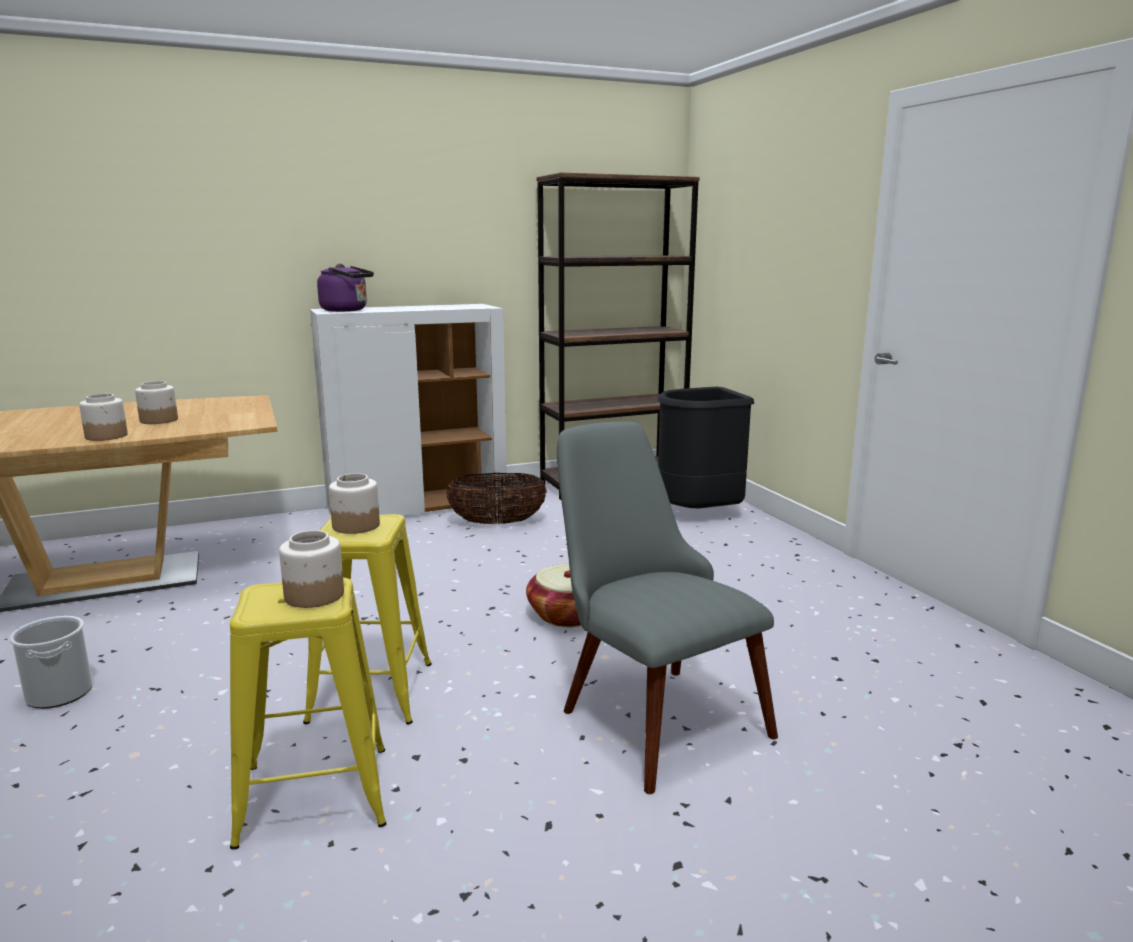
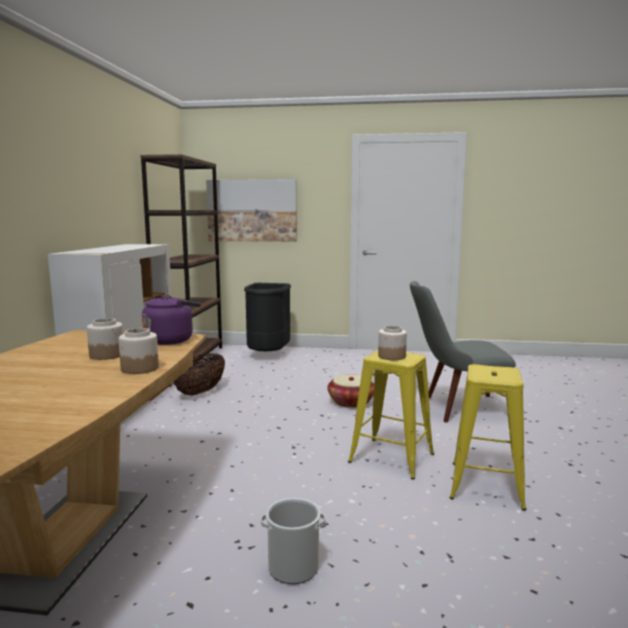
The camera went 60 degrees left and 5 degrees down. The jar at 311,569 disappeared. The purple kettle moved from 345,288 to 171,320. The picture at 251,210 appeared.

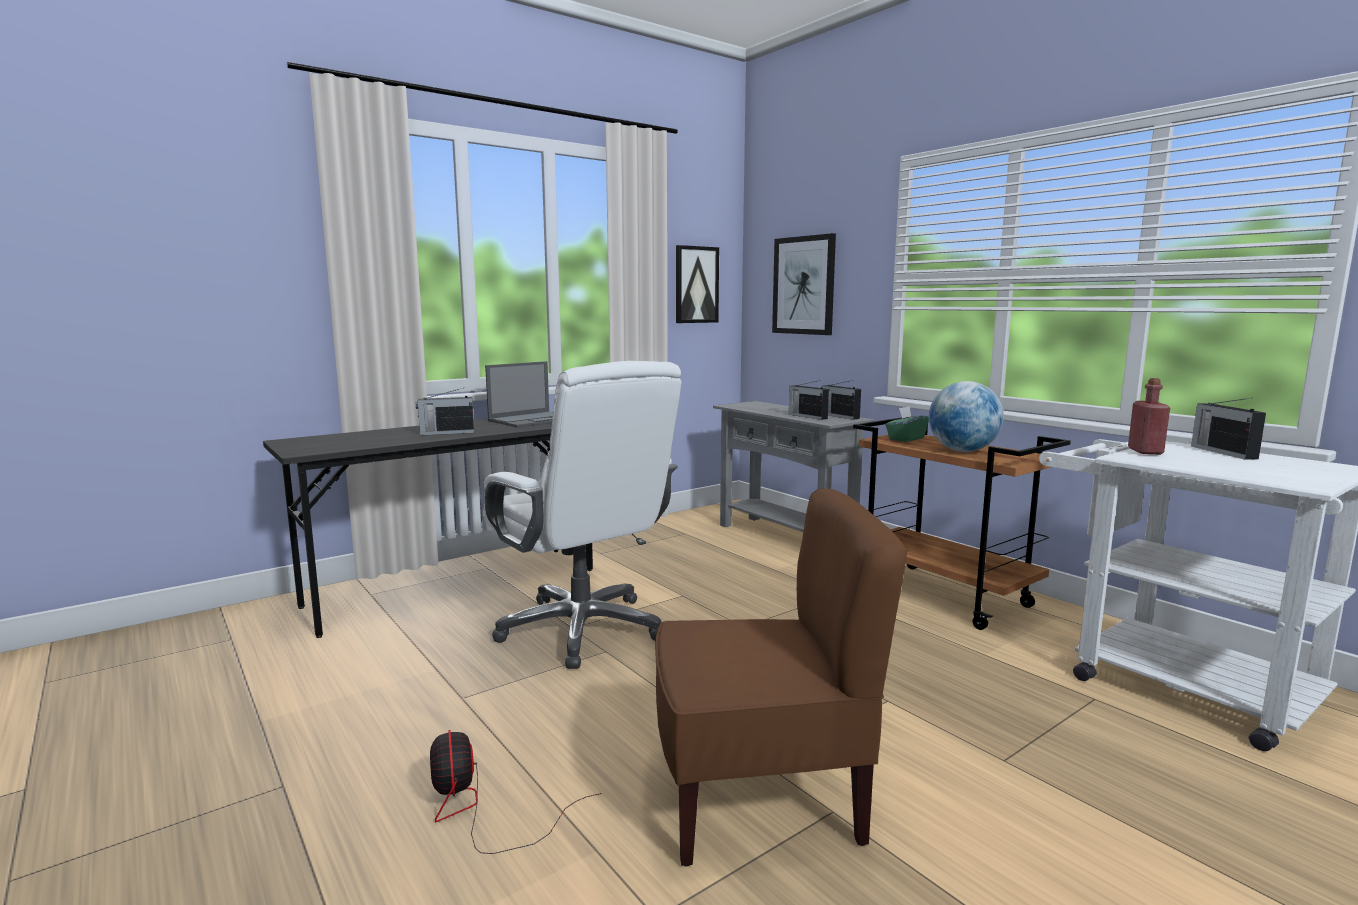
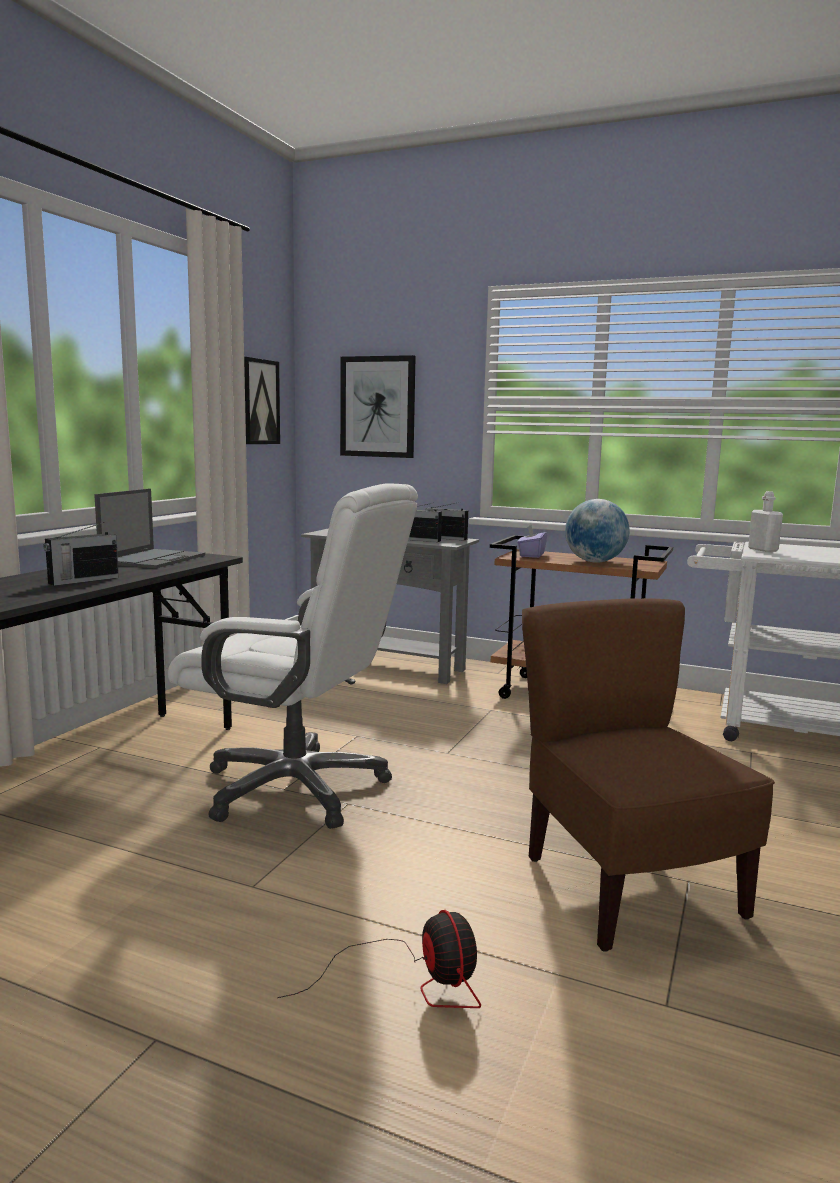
The camera went 30 degrees left and 0 degrees up. The fan at 516,792 turned 150 degrees counterclockwise. The brown chair at 781,677 turned 75 degrees counterclockwise. The green tissue box at 907,424 became the purple tissue box at 532,541. The red bottle at 1149,416 became the white bottle at 765,521. The radio at 1228,429 disappeared.

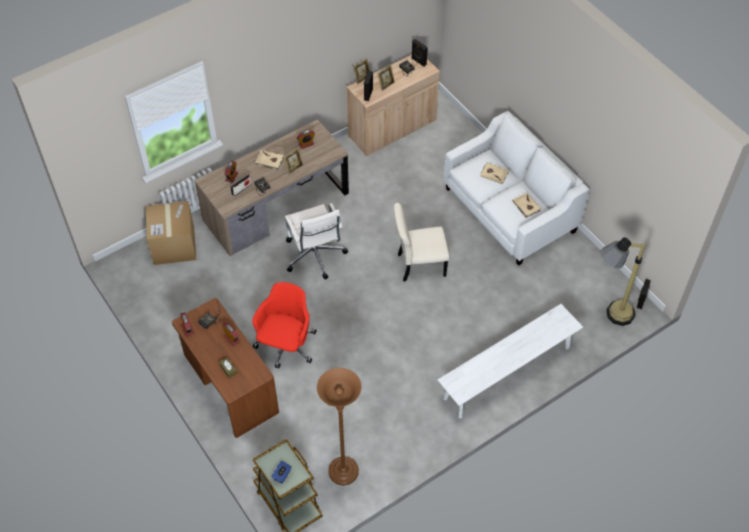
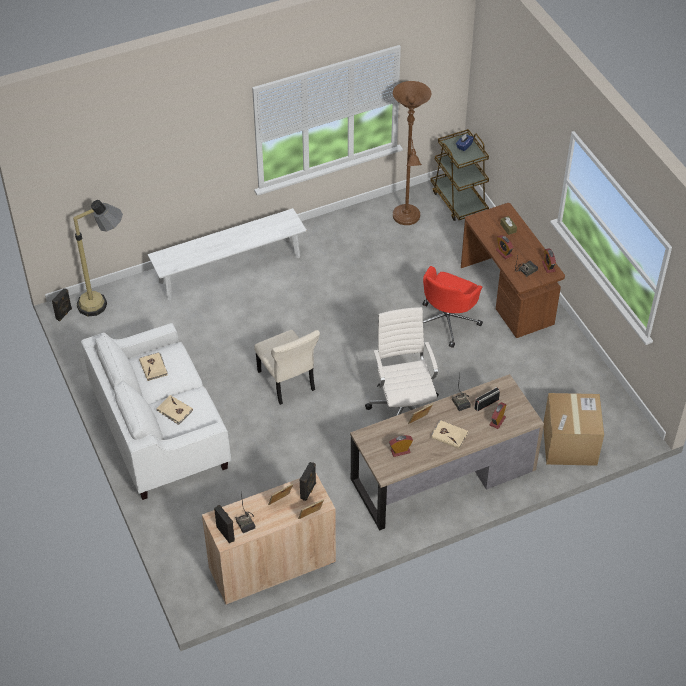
The camera went 170 degrees left and 5 degrees down. The beige chair at 421,242 turned 60 degrees clockwise.

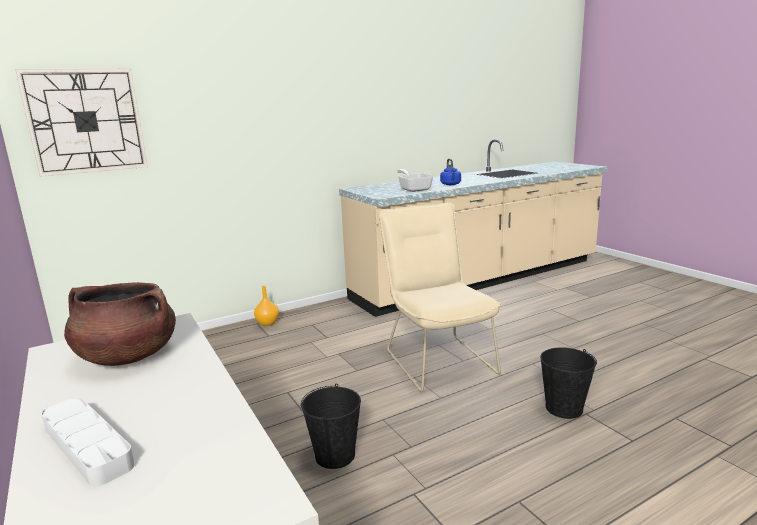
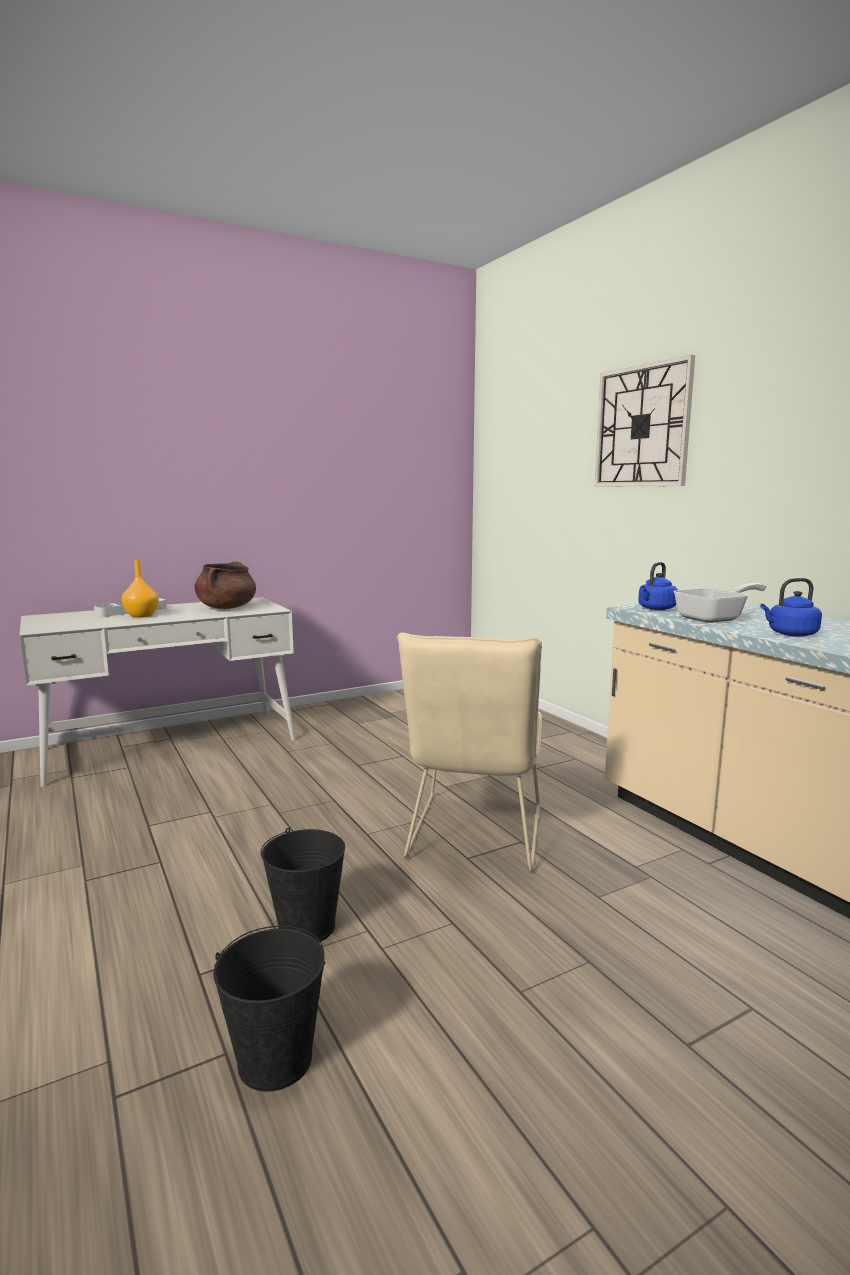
The camera went 90 degrees right and 5 degrees down. The wall clock moved from 81,123 to 645,421. The orange vase moved from 266,306 to 140,589. The black bucket moved from 331,426 to 269,1009. The beige chair at 440,297 turned 120 degrees clockwise. The blue kettle at 658,586 appeared.

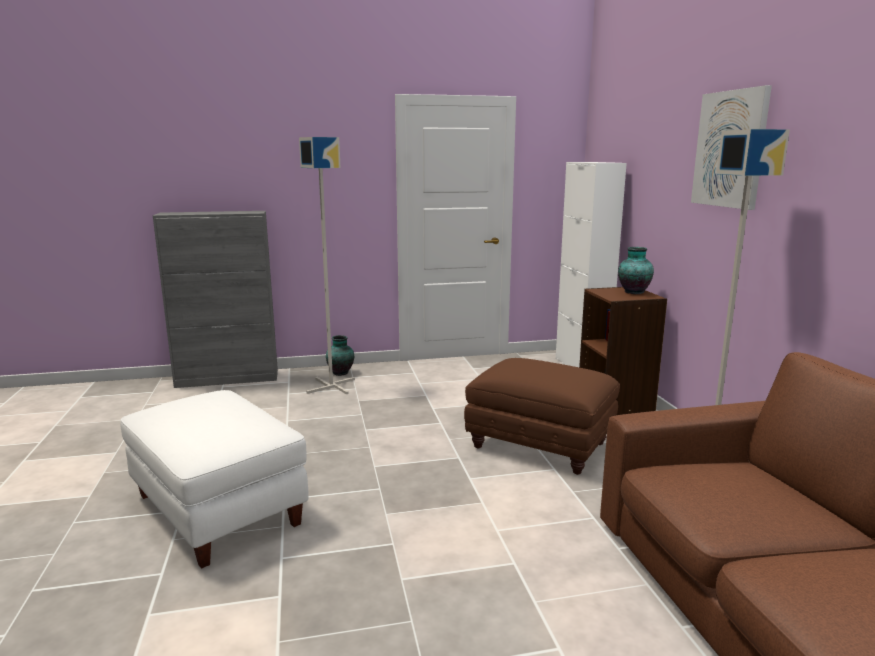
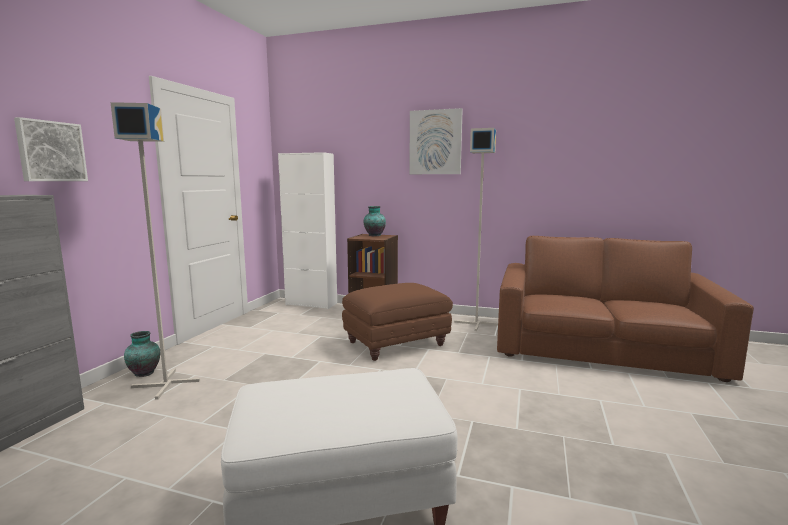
The camera went 60 degrees left and 5 degrees down. The picture at 51,149 appeared.

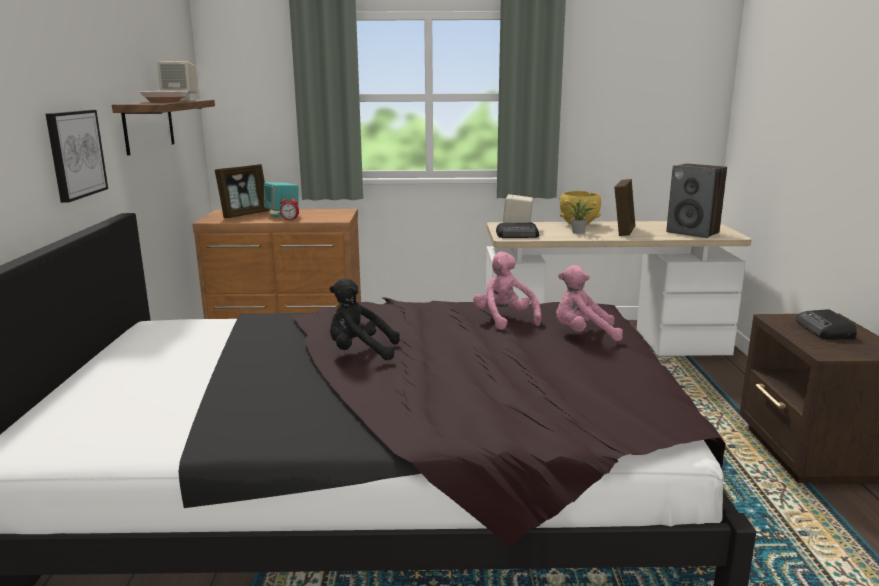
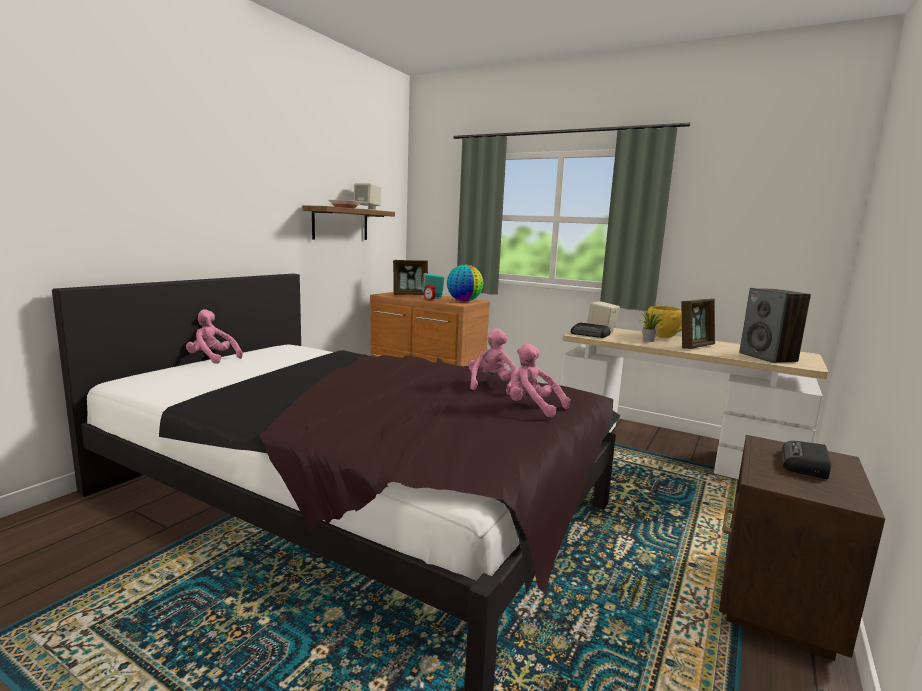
The camera went 30 degrees right and 5 degrees down. The picture at 77,156 disappeared. The black plush toy at 364,319 disappeared. The pink plush toy at 214,336 appeared. The globe at 465,283 appeared.

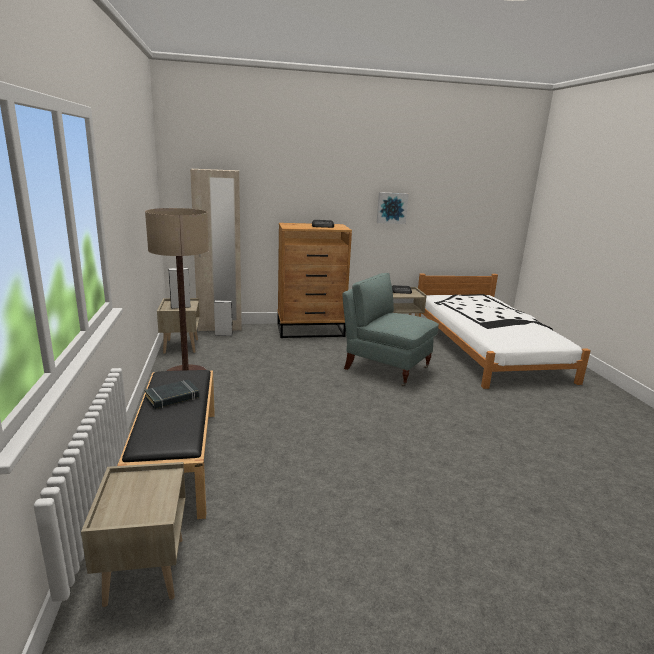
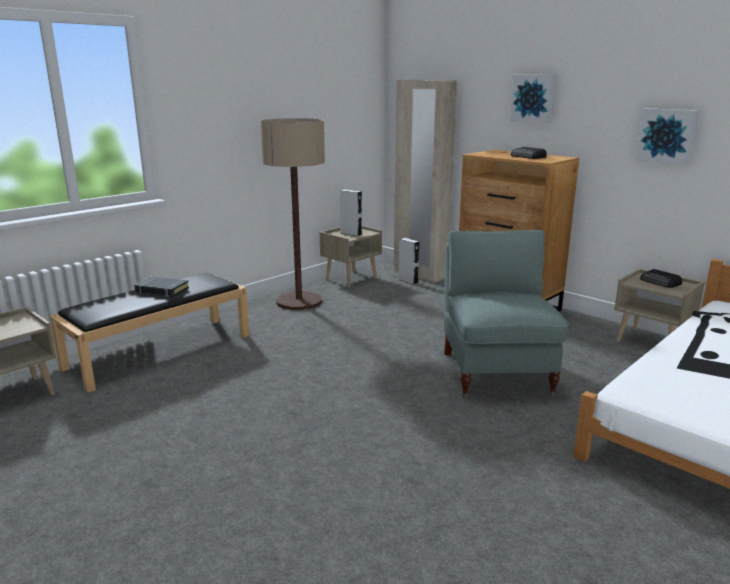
The camera went 55 degrees right and 0 degrees up. The picture at 533,99 appeared.

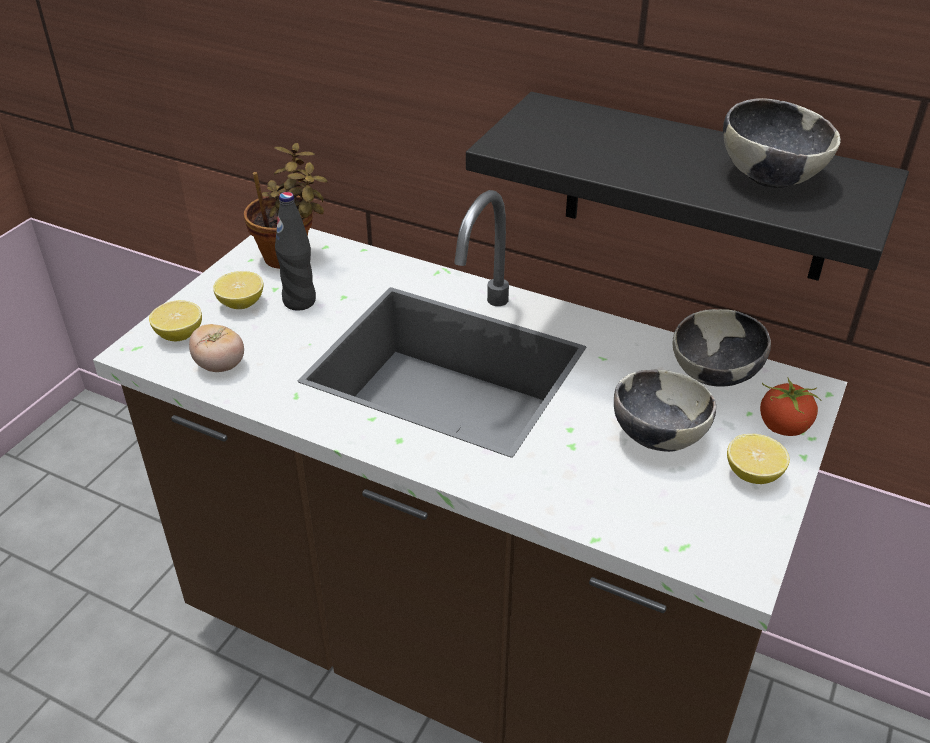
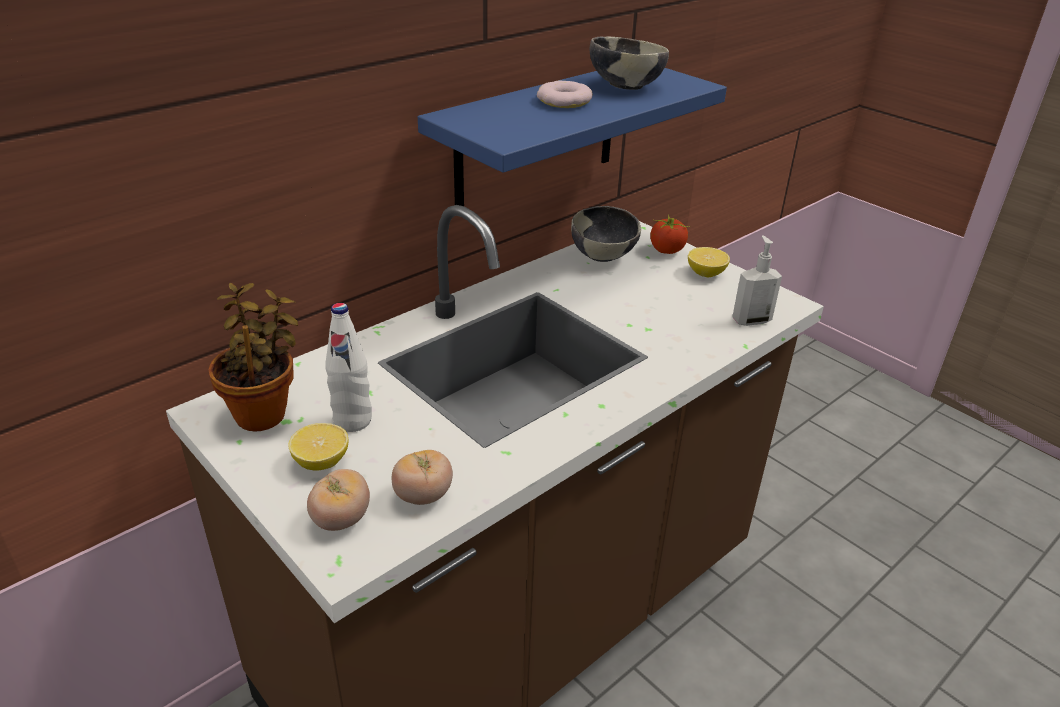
The camera went 70 degrees left and 5 degrees down. The lemon at 175,320 was replaced by the tomato at 338,500. The black bottle at 295,251 became the white bottle at 348,367. The black shelf at 687,186 became the blue shelf at 572,137. The bowl at 665,411 disappeared. The donut at 565,94 appeared. The soap dispenser at 757,280 appeared.

